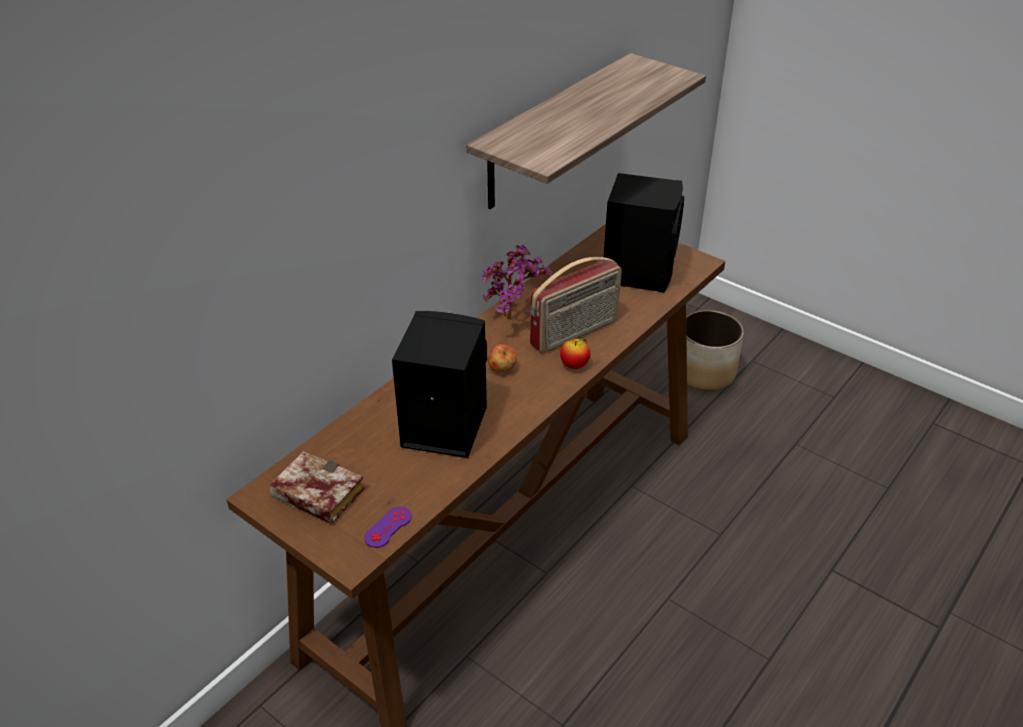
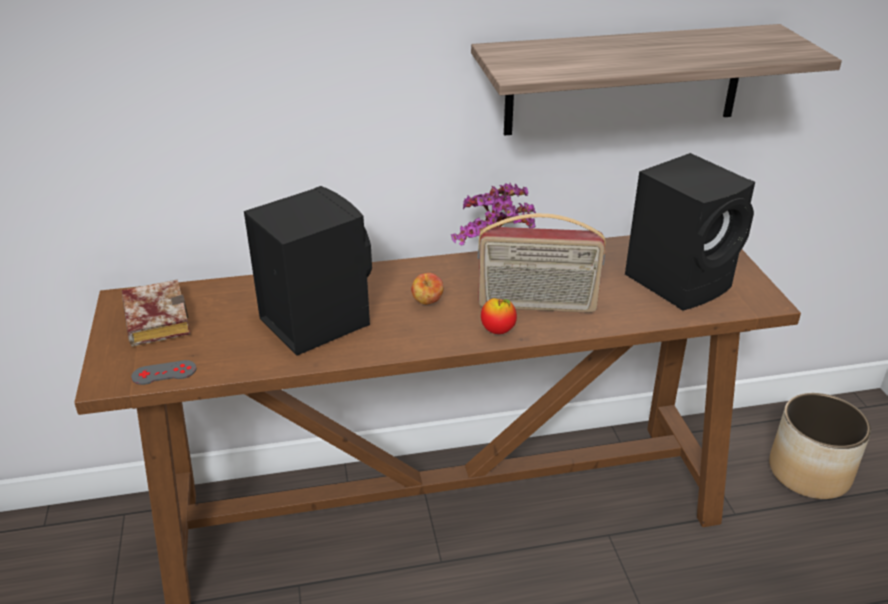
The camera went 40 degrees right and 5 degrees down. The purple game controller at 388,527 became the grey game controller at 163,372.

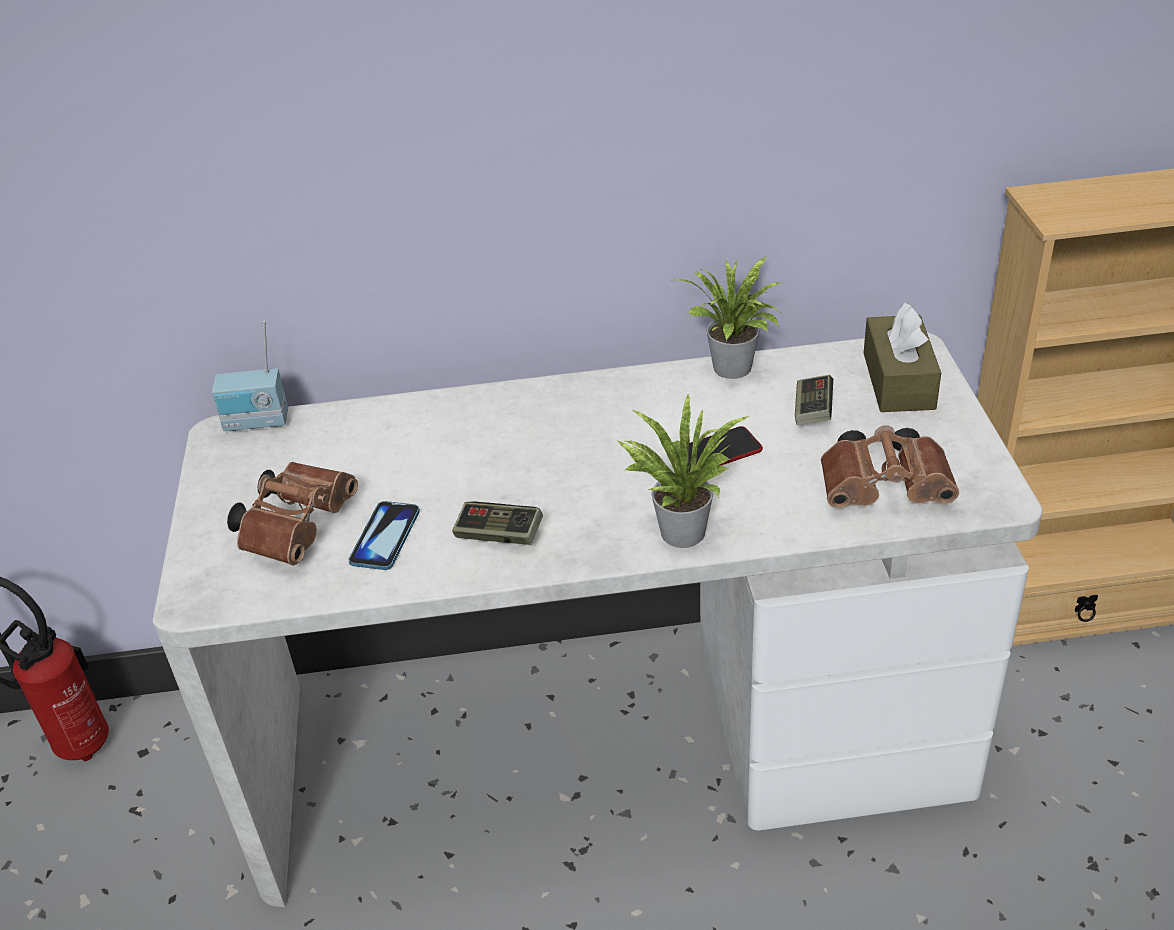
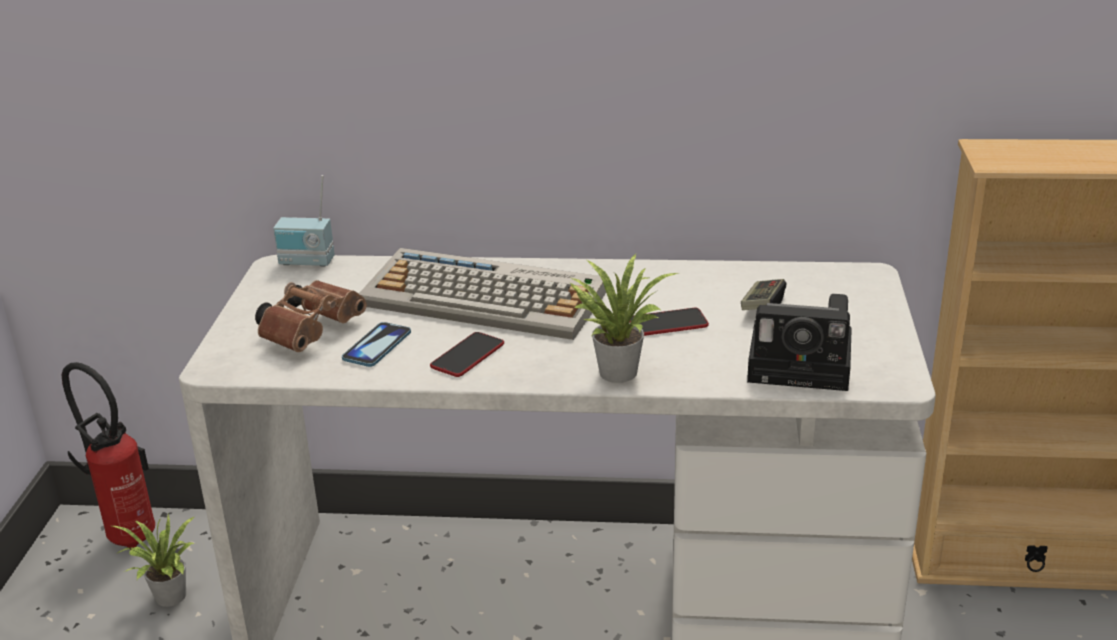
The camera went 10 degrees right and 10 degrees down. The game controller at 497,523 was replaced by the phone at 467,354. The potted plant moved from 728,317 to 153,560. The brown binoculars at 890,466 was replaced by the photo camera at 799,342. The brown tissue box at 902,357 disappeared. The keyboard at 482,294 appeared.

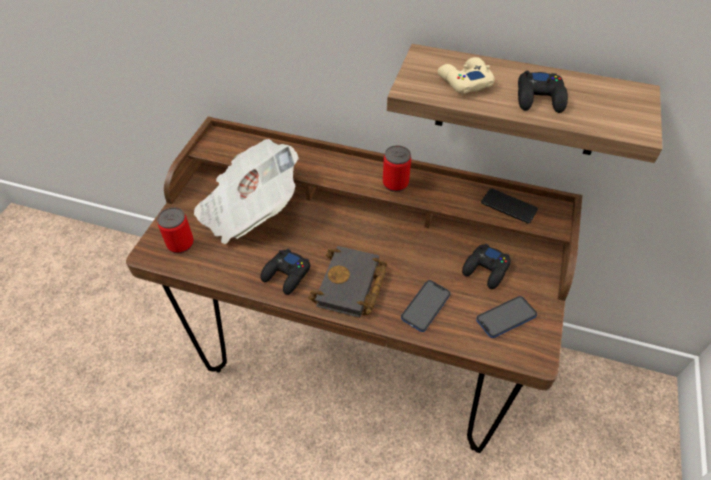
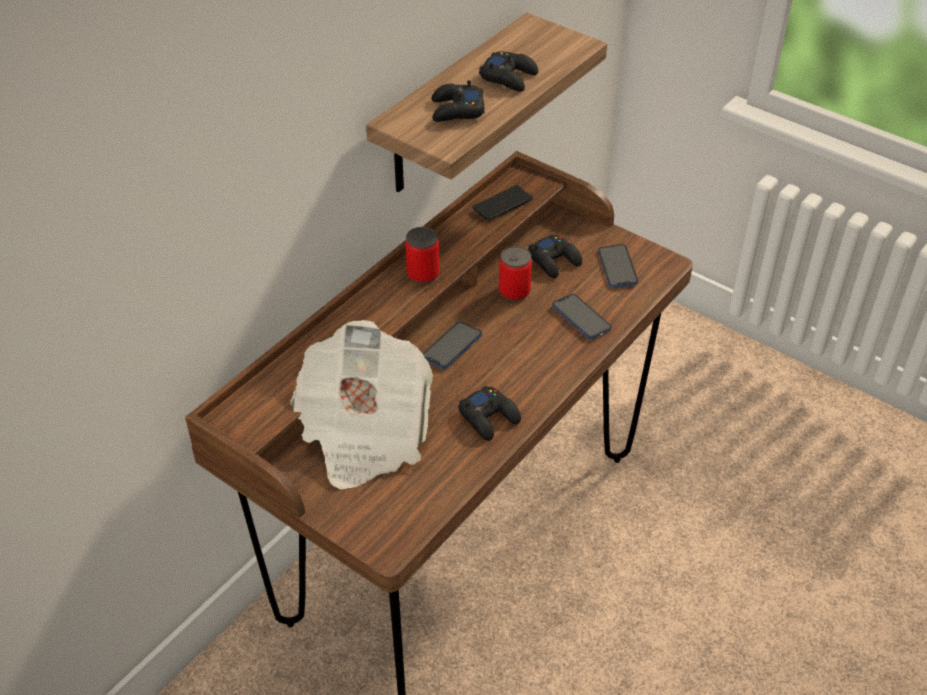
The camera went 70 degrees left and 5 degrees down. The can moved from 175,230 to 515,273. The black book at 347,282 disappeared. The beige game controller at 466,75 became the black game controller at 458,101. The phone at 452,345 appeared.

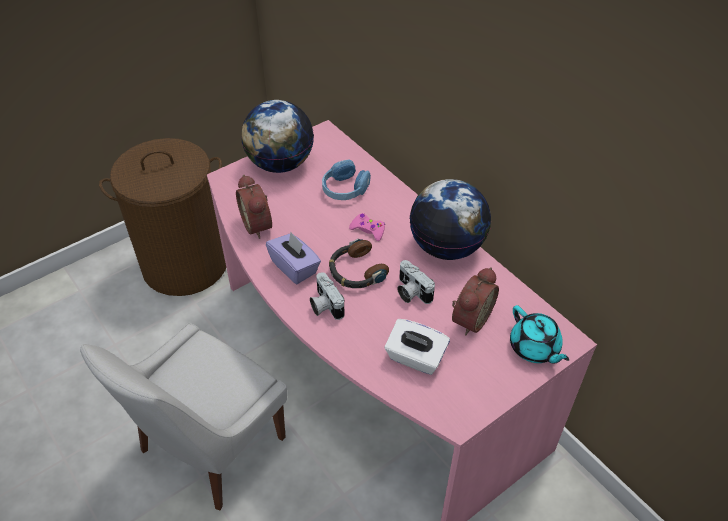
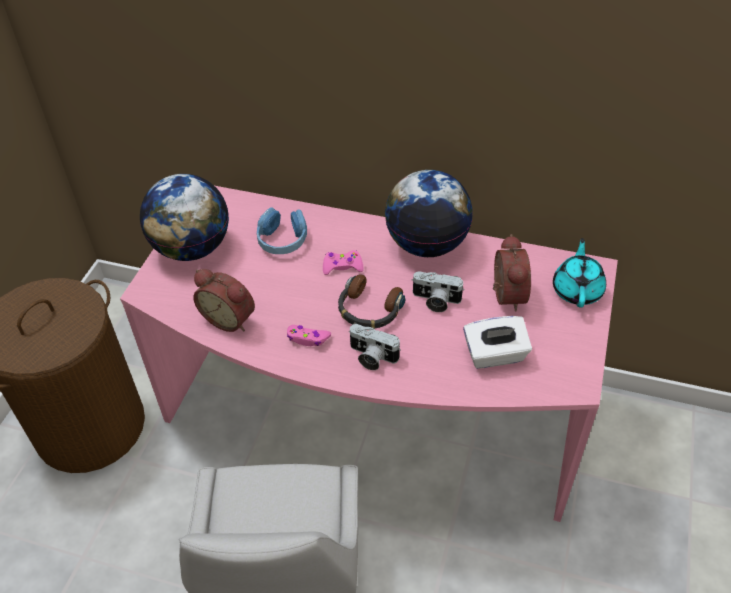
The camera went 35 degrees left and 0 degrees up. The purple tissue box at 293,258 was replaced by the pink game controller at 309,335. The turquoise teapot at 539,334 turned 105 degrees counterclockwise.

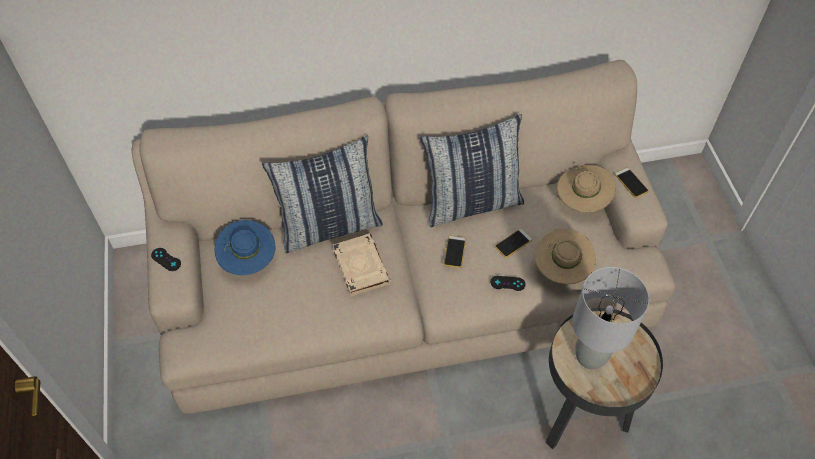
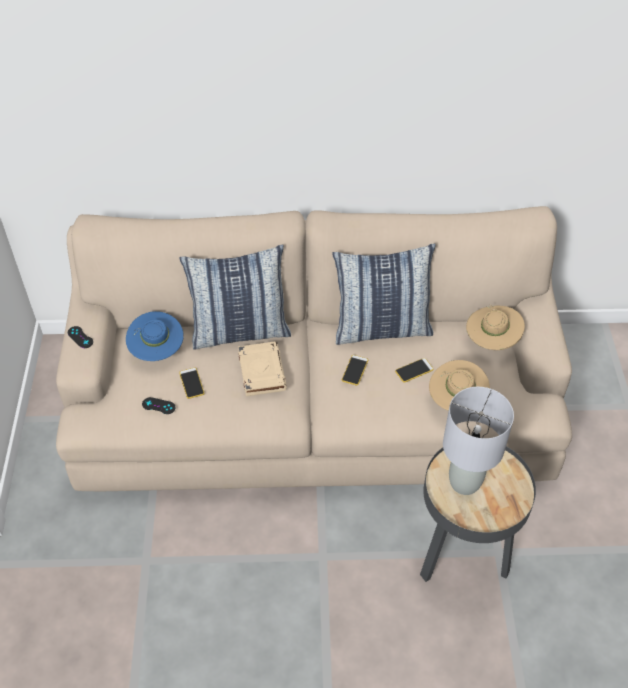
The camera went 10 degrees right and 5 degrees down. The black game controller moved from 508,283 to 158,405. The phone moved from 631,182 to 192,383.

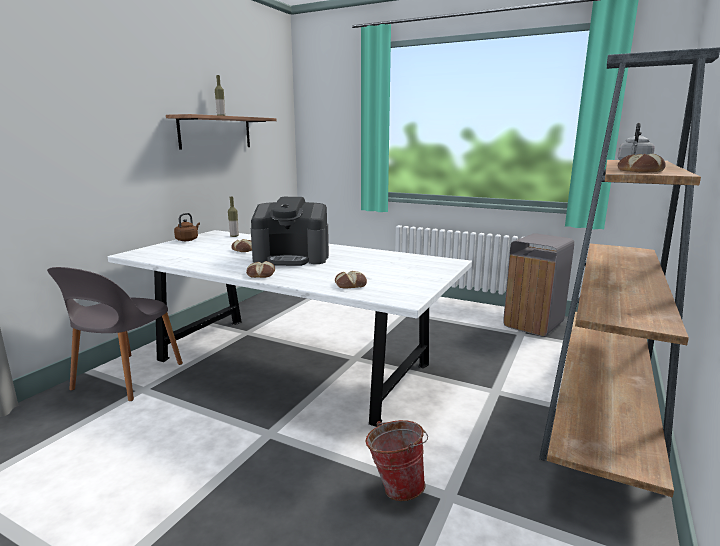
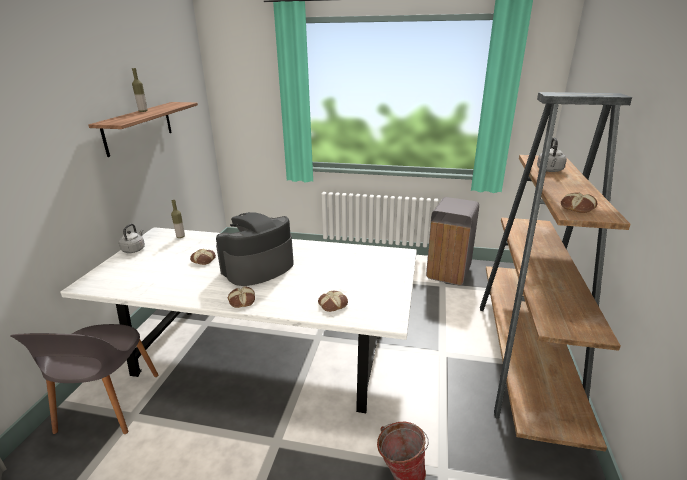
The camera went 15 degrees left and 10 degrees up. The brown kettle at 187,227 became the grey kettle at 132,238. The coffee machine at 290,231 turned 150 degrees clockwise.

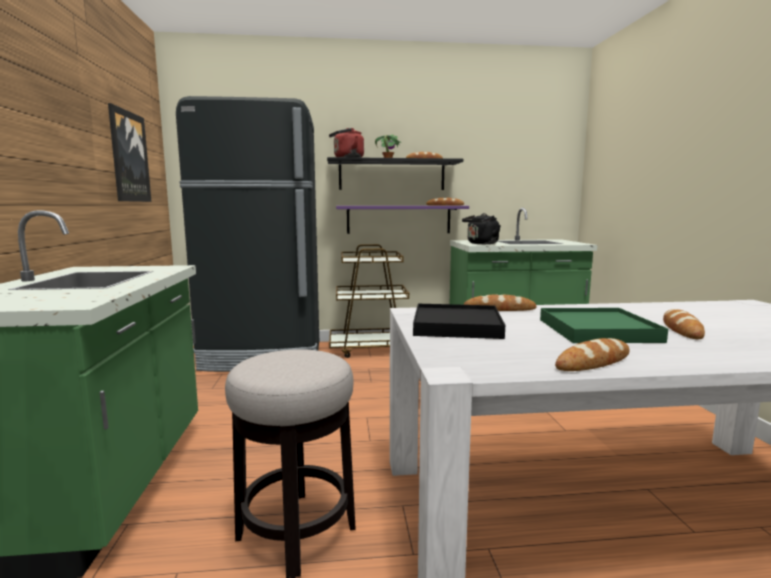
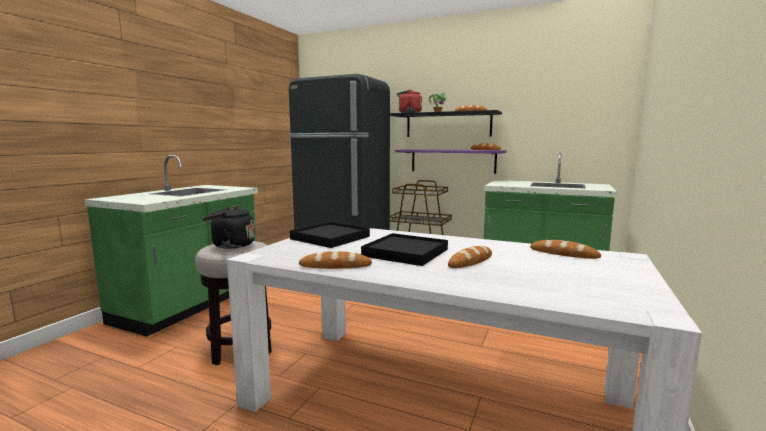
The camera went 30 degrees right and 0 degrees up. The picture at 129,152 disappeared. The black kettle moved from 481,228 to 228,227. The bread moved from 500,302 to 565,249. The green tray at 604,325 became the black tray at 404,249.

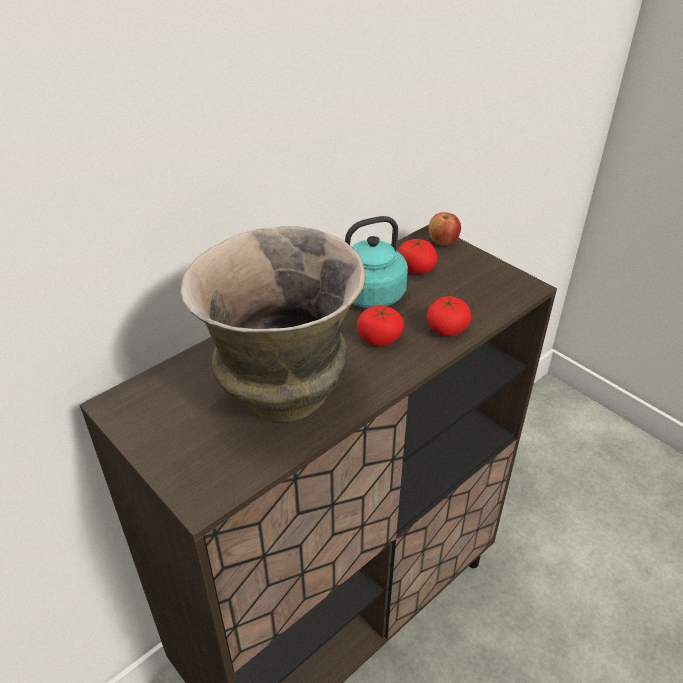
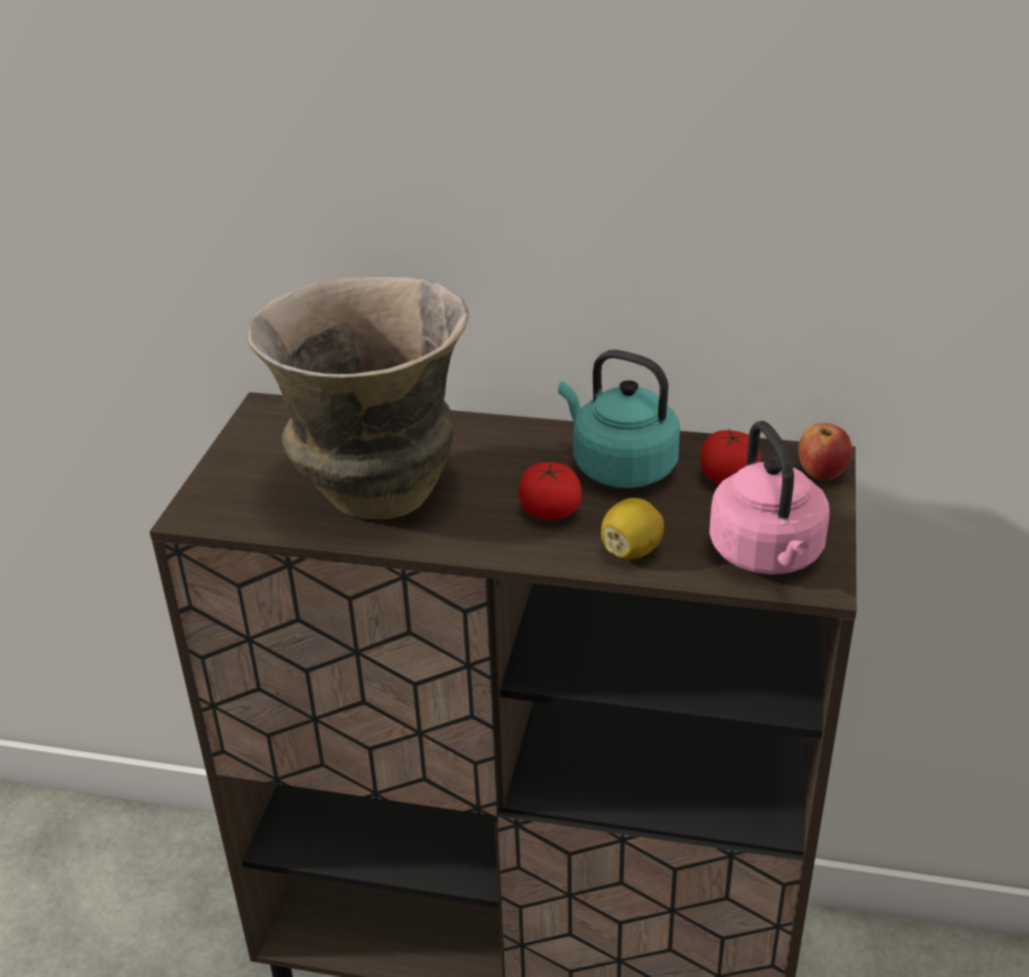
The camera went 55 degrees right and 5 degrees down. The tomato at 449,316 was replaced by the lemon at 632,529. The pink kettle at 769,498 appeared.

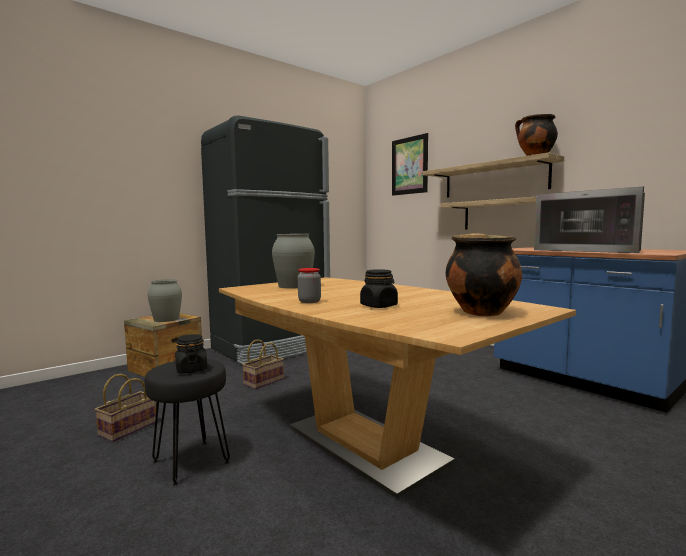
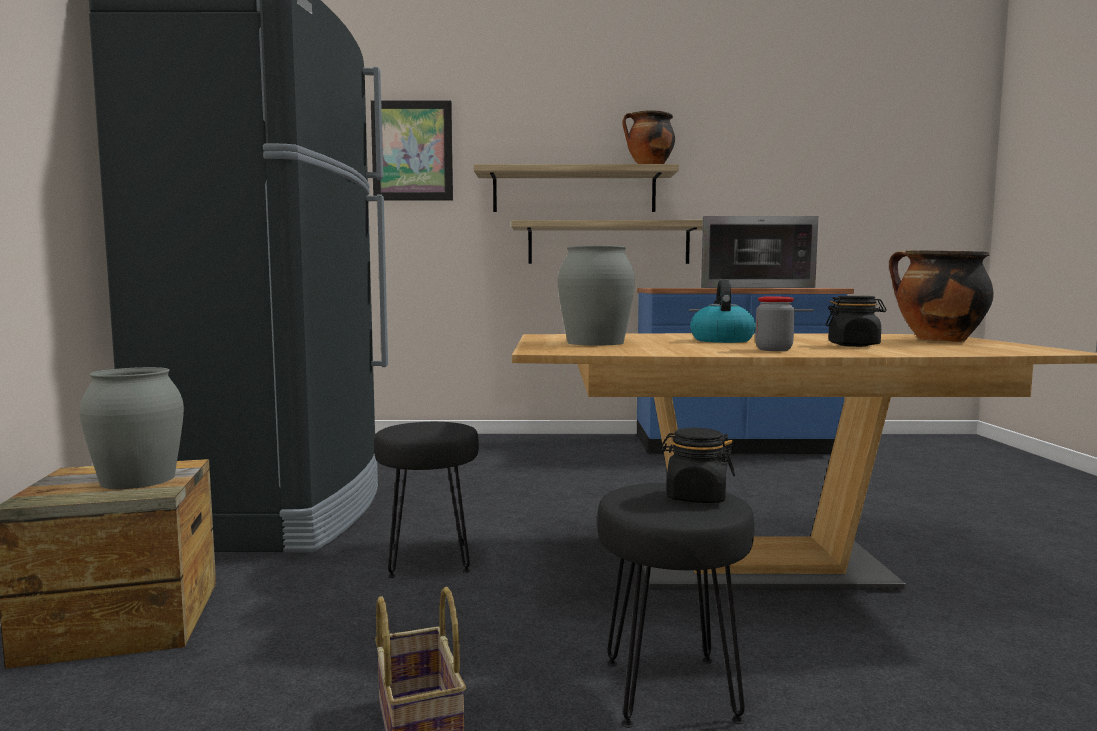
The camera went 50 degrees left and 0 degrees up. The basket at 263,364 was replaced by the black stool at 426,500. The kettle at 723,311 appeared.

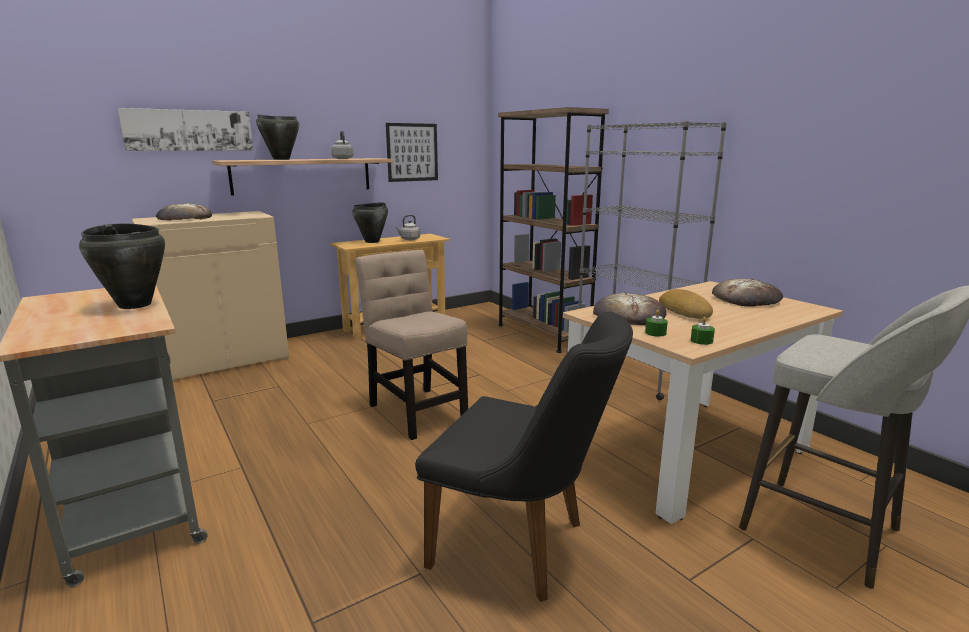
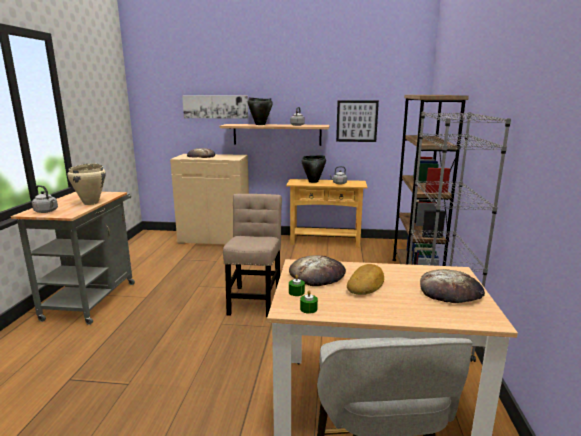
The camera went 40 degrees right and 0 degrees up. The black cooking pot at 122,266 became the beige cooking pot at 86,184. The black chair at 524,457 disappeared. The grey kettle at 45,199 appeared.

